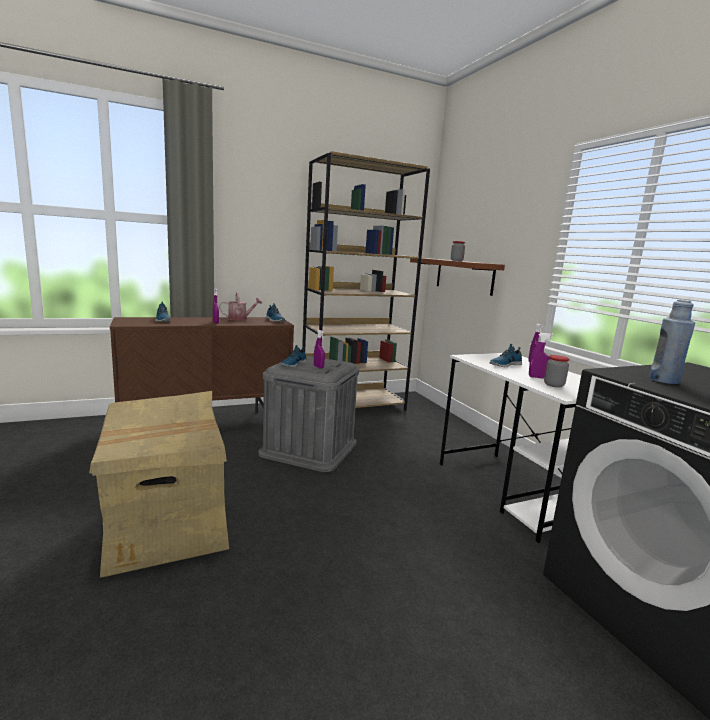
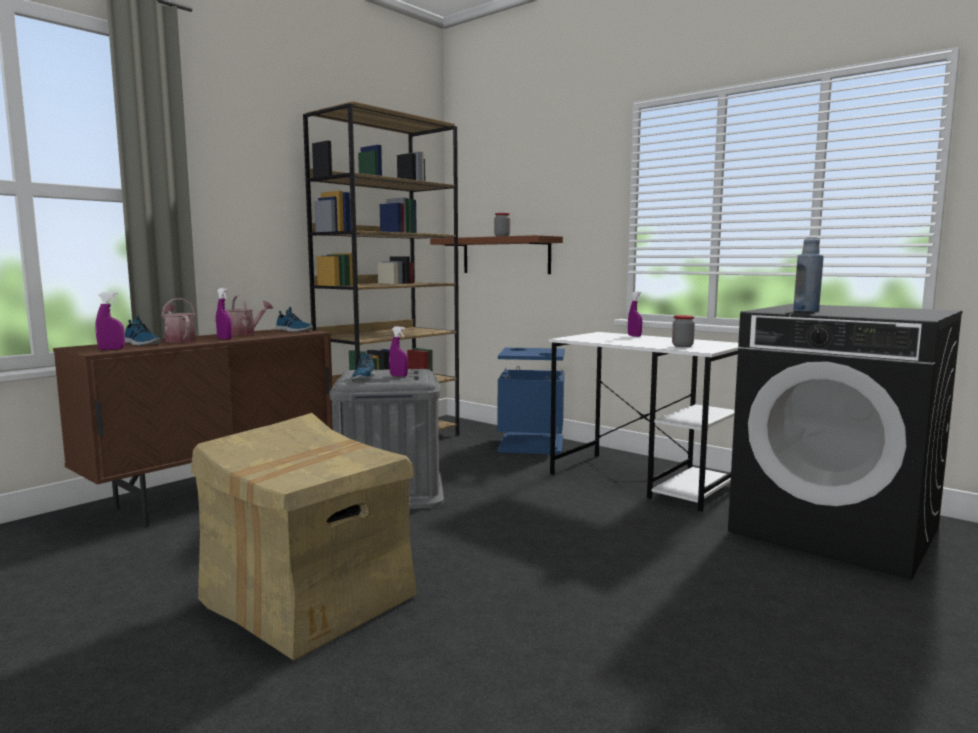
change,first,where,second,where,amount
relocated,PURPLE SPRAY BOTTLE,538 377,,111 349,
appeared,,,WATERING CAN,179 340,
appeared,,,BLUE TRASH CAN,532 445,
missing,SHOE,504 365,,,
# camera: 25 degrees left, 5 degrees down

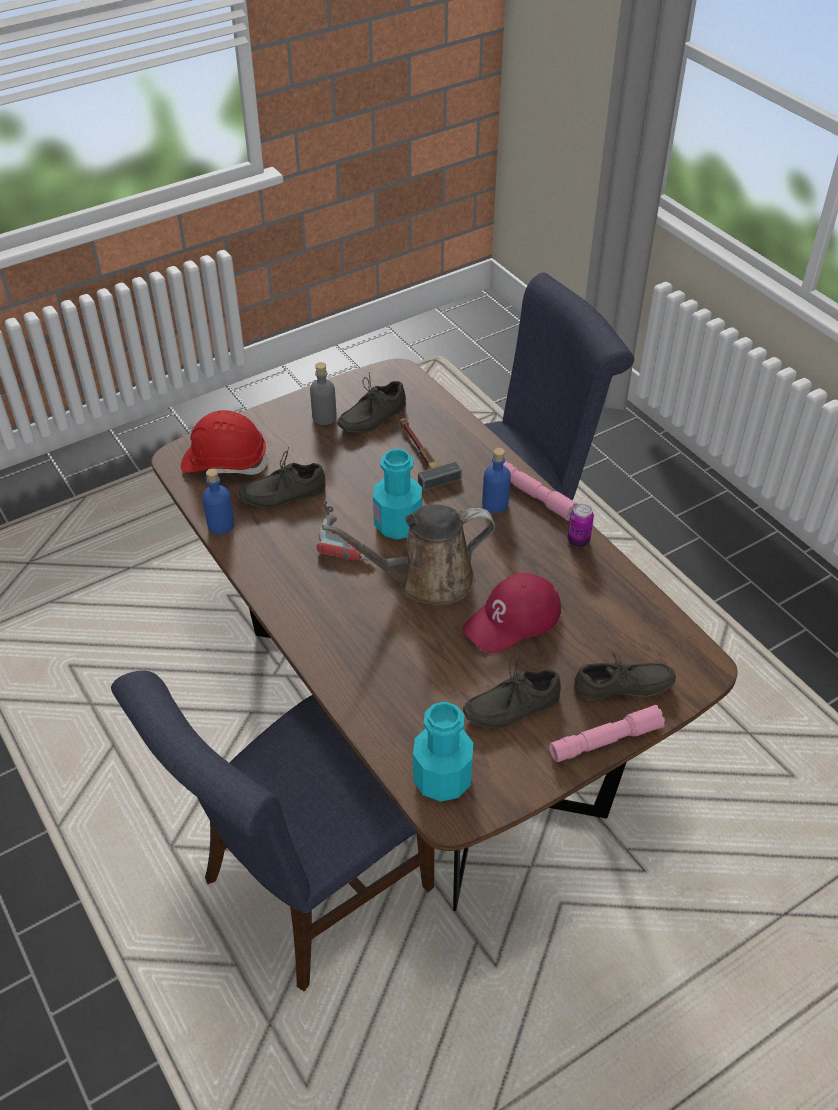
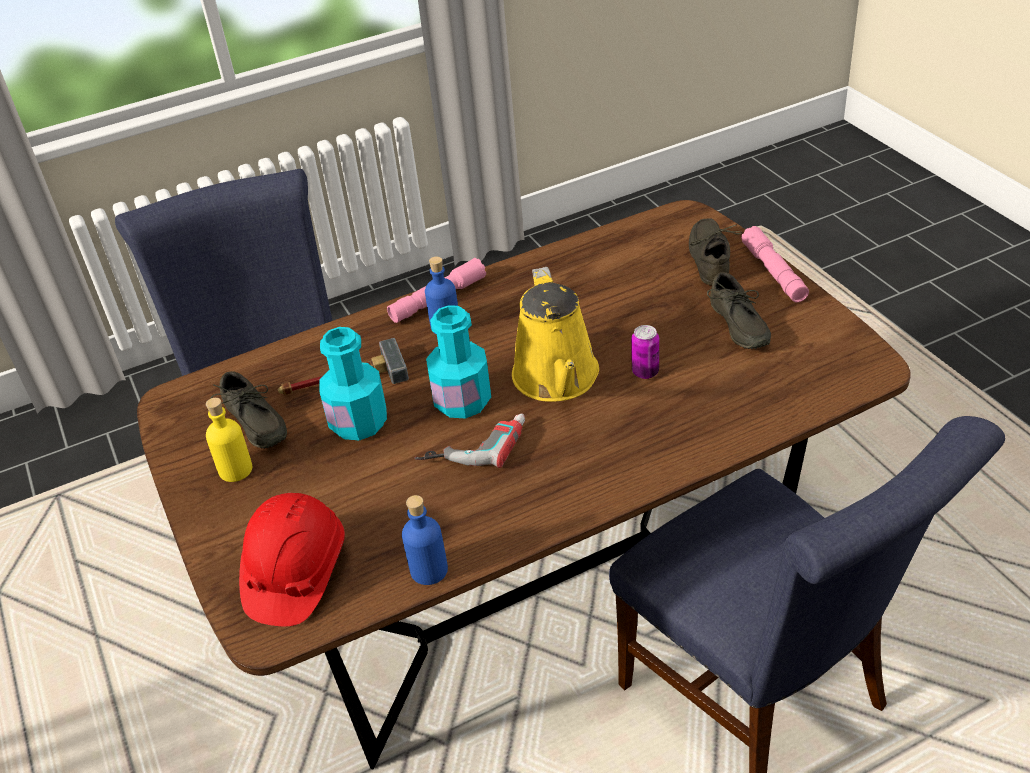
change,first,where,second,where,amount
colour,GREY BOTTLE,324 417,YELLOW BOTTLE,236 470,
relocated,TURQUOISE BOTTLE,442 779,,359 422,
colour,BROWN WATERING CAN,426 580,YELLOW WATERING CAN,557 379,
relocated,CAN,578 541,,645 372,
missing,GREY SHOE,282 493,,,
missing,RED CAP,512 619,,,
# camera: 80 degrees left, 5 degrees down

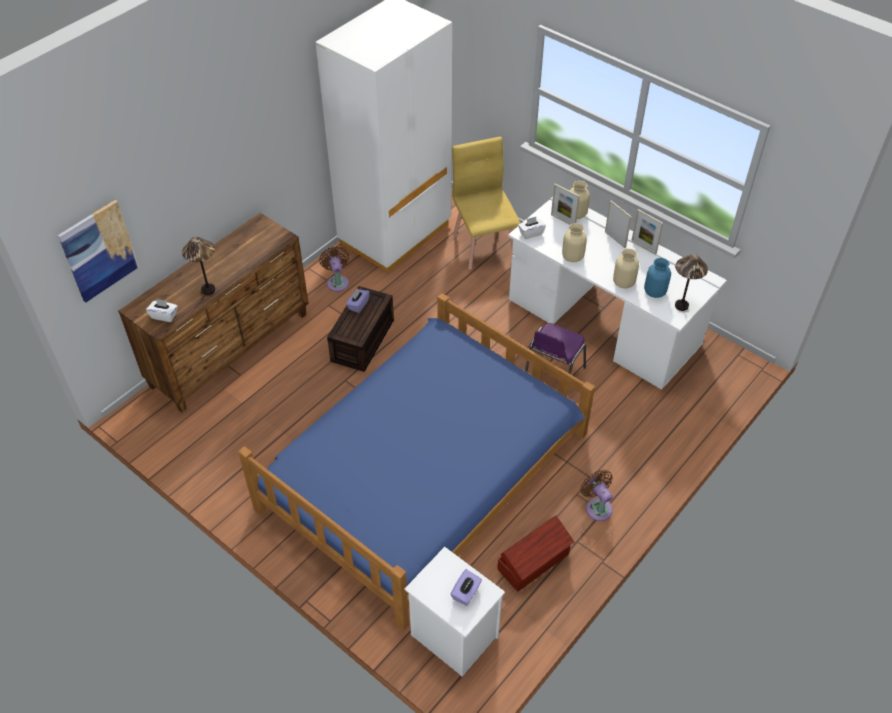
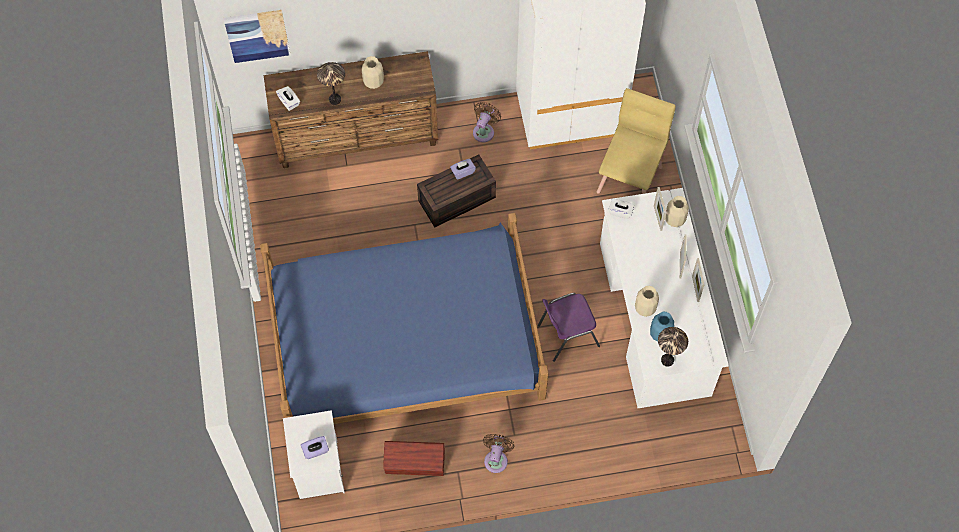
change,first,where,second,where,amount
relocated,BEIGE VASE,572 256,,373 81,
# camera: 40 degrees right, 15 degrees up

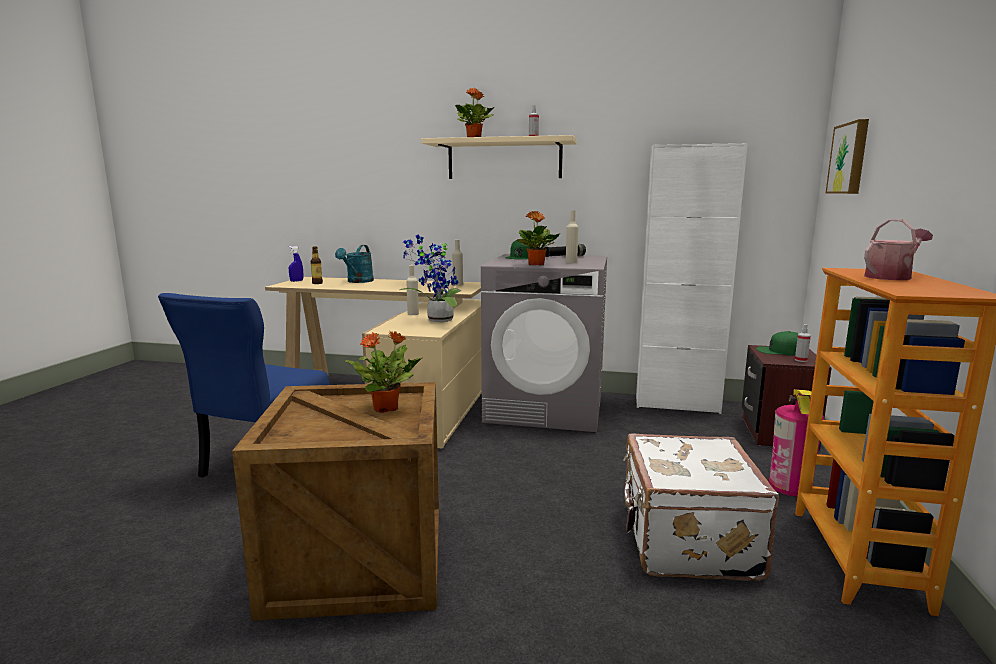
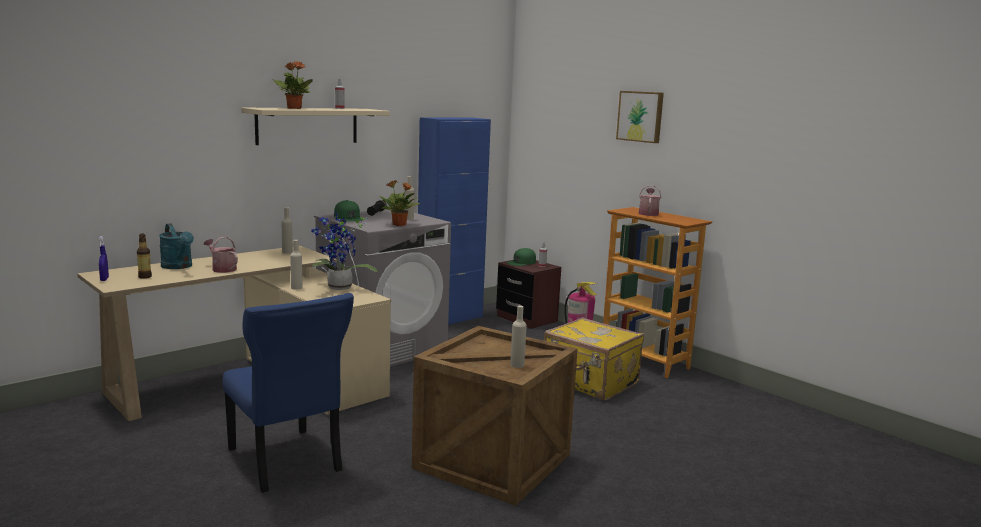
change,first,where,second,where,amount
appeared,,,WATERING CAN,222 269,
colour,WHITE CABINET,676 404,BLUE CABINET,449 319,
appeared,,,BEIGE BOTTLE,517 365,
colour,WHITE SUITCASE,685 541,YELLOW SUITCASE,590 383,
relocated,PICTURE,850 158,,641 116,
missing,POTTED PLANT,387 408,,,
# camera: 55 degrees left, 0 degrees up

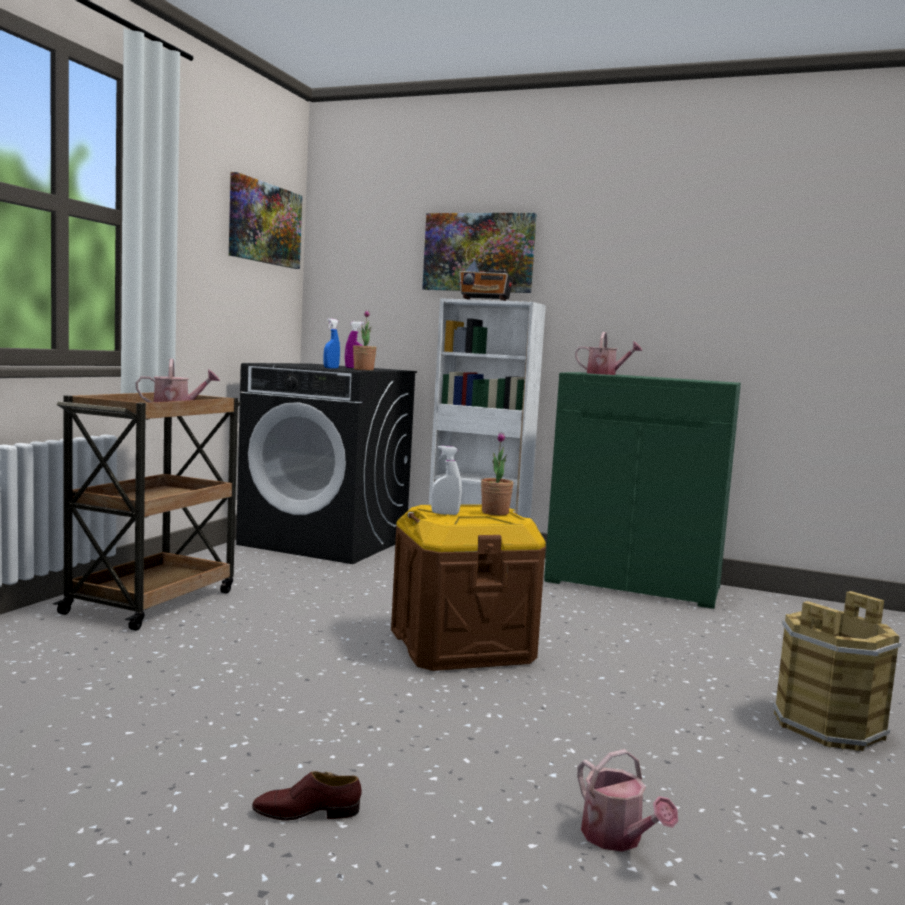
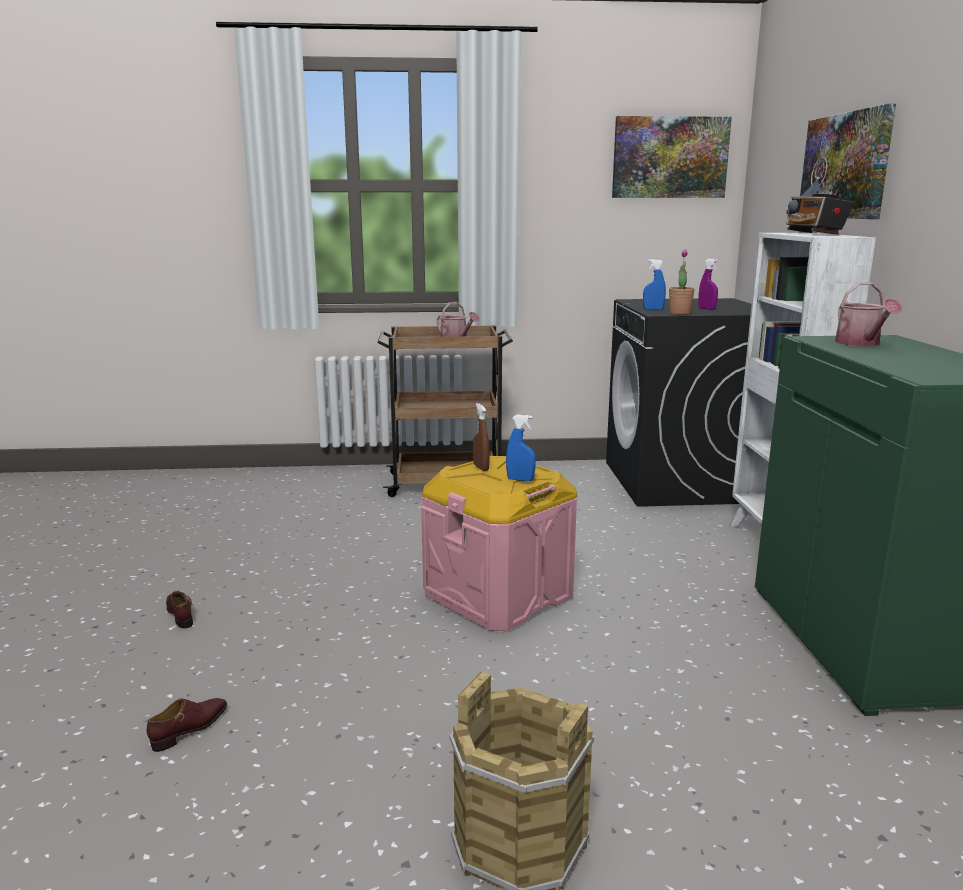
change,first,where,second,where,amount
exchanged,WATERING CAN,617 839,BROWN SHOE,190 729,
colour,BROWN STORAGE BOX,461 646,PINK STORAGE BOX,498 594,
colour,WHITE SPRAY BOTTLE,445 513,BROWN SPRAY BOTTLE,481 467,
exchanged,POTTED PLANT,495 512,BLUE SPRAY BOTTLE,520 479,
# camera: 65 degrees right, 10 degrees up

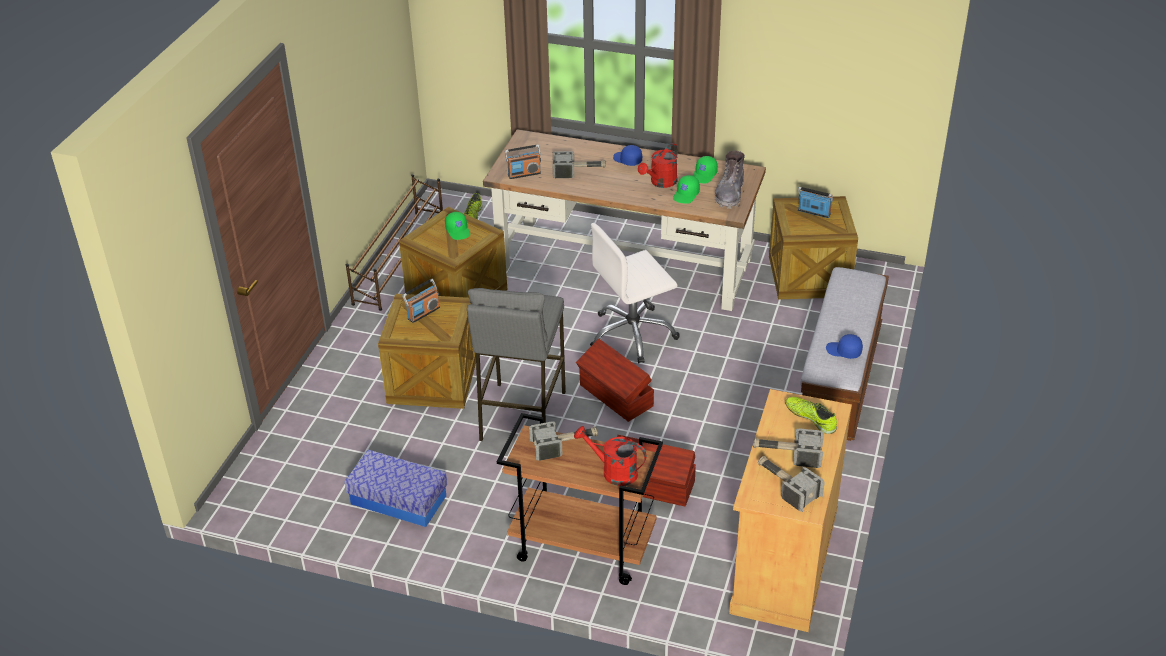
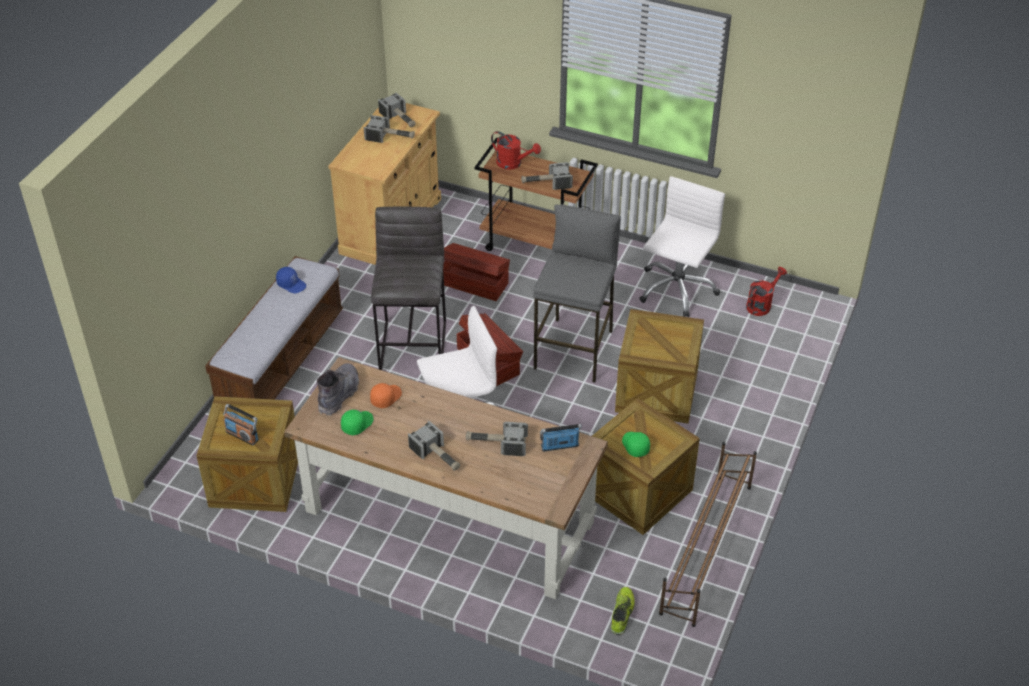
change,first,where,second,where,amount
colour,GREEN CAP,686 195,ORANGE CAP,385 397,
appeared,,,GREY STOOL,414 347,
exchanged,BLUE CAP,627 160,HAMMER,437 456,
exchanged,STORAGE BOX,398 500,WHITE OFFICE CHAIR,676 289,
relocated,RED WATERING CAN,660 183,,761 304,
missing,RADIO,423 313,,,
missing,SHOE,810 418,,,
# camera: 175 degrees left, 5 degrees up

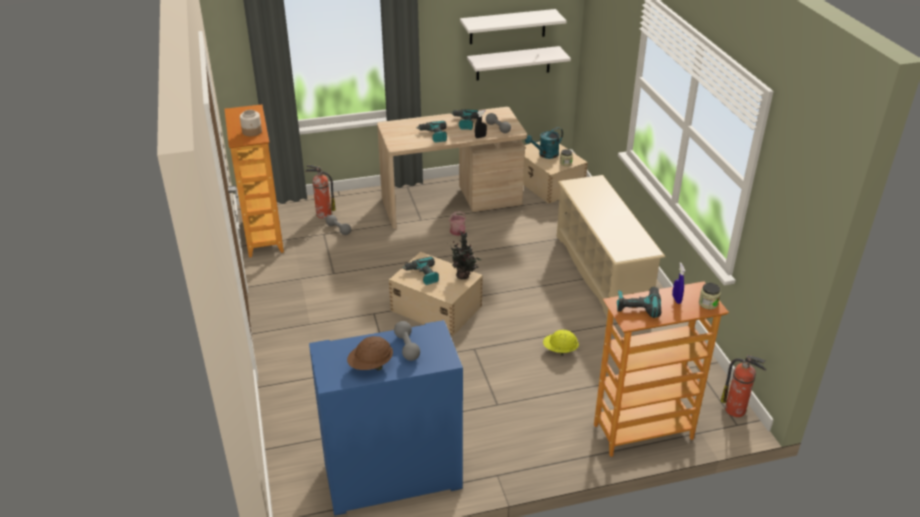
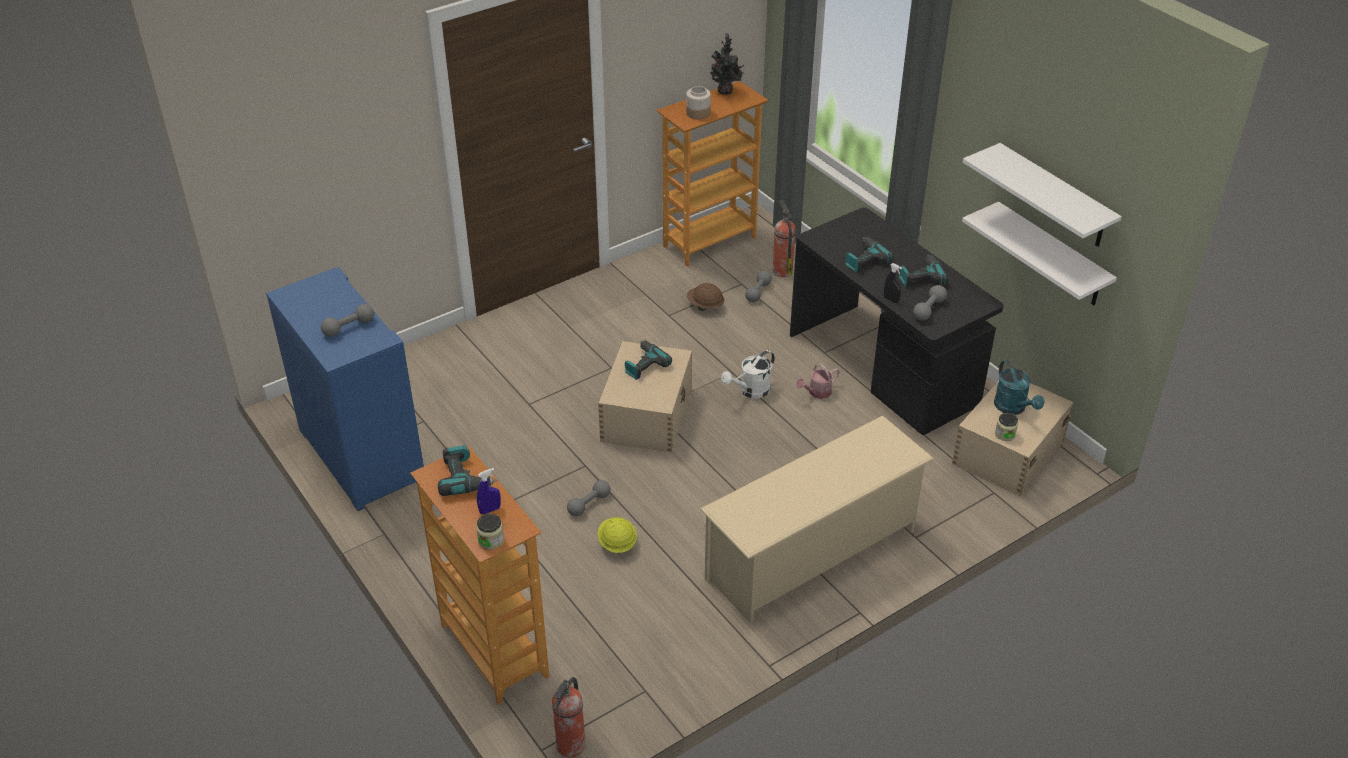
change,first,where,second,where,amount
appeared,,,GREY DUMBBELL,589 504,
relocated,BROWN HARD HAT,371 365,,705 306,
relocated,POTTED PLANT,464 276,,725 92,
appeared,,,WHITE WATERING CAN,750 391,
colour,BEIGE DESK,451 203,BLACK DESK,884 369,
spun,TURQUOISE WATERING CAN,545 155,,1013 408,150 degrees counterclockwise
# camera: 70 degrees right, 5 degrees up

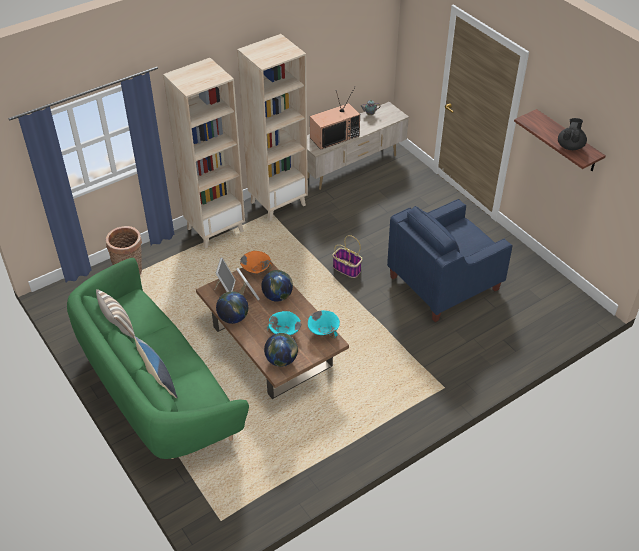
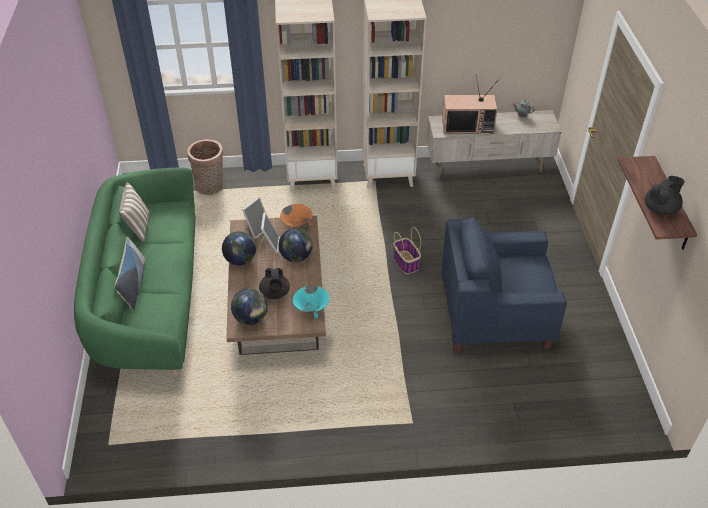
change,first,where,second,where,amount
exchanged,TURQUOISE BOWL,284 332,BLACK TEAPOT,275 293,
# camera: 30 degrees right, 0 degrees up

